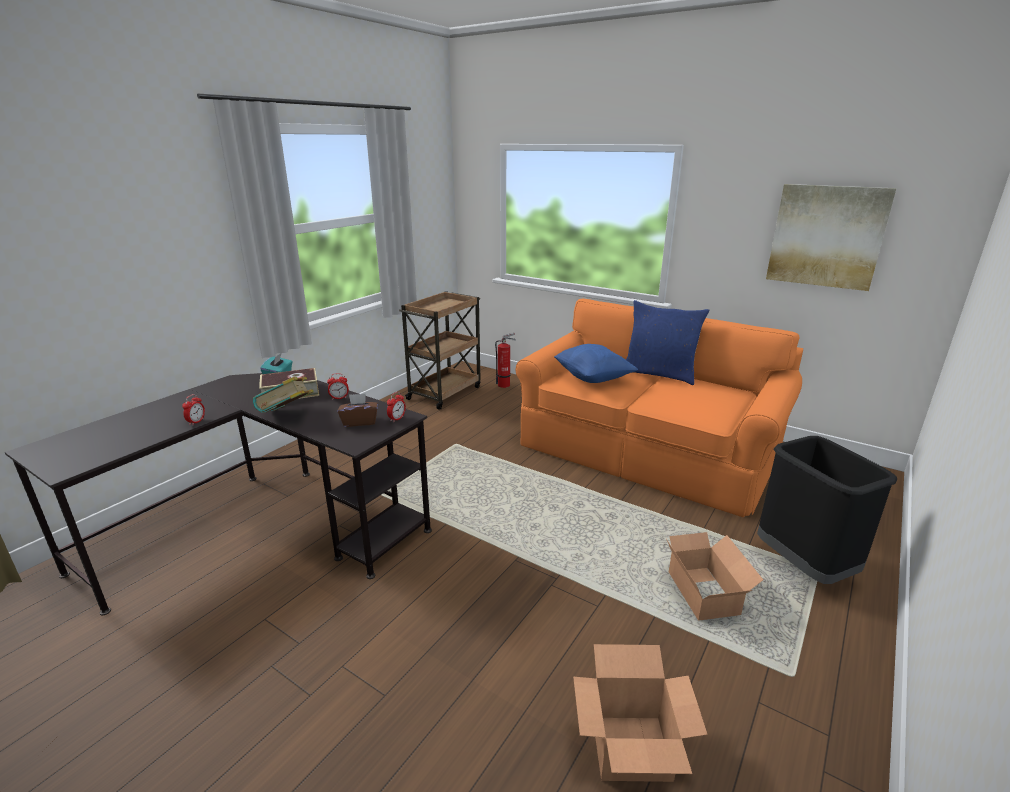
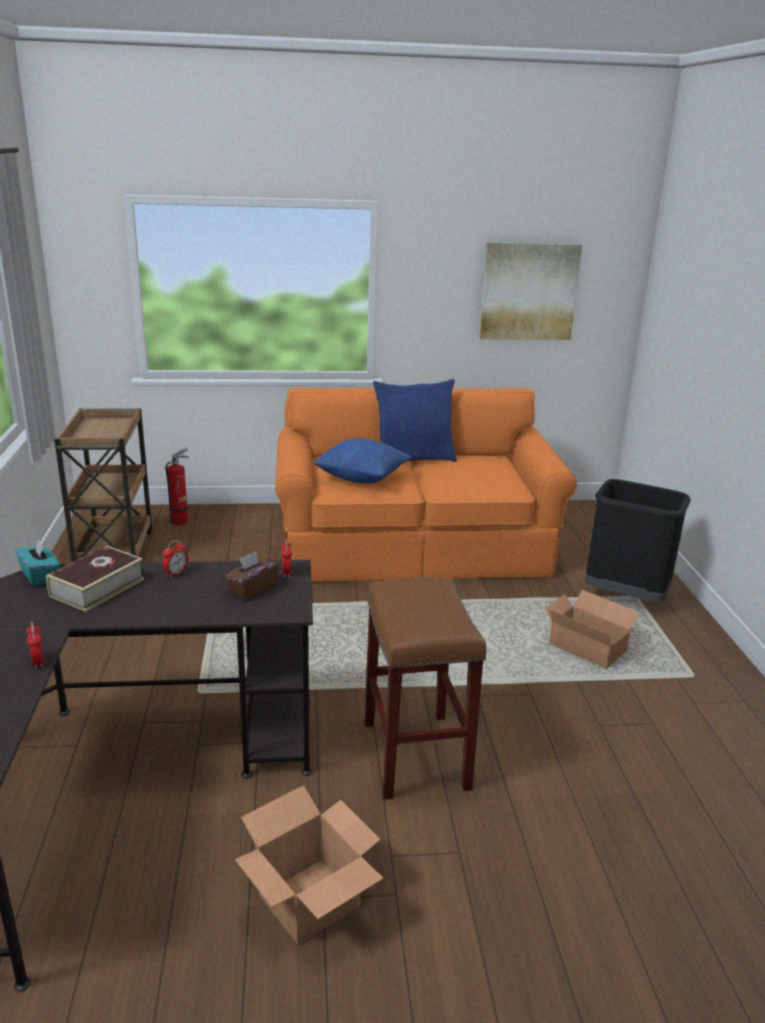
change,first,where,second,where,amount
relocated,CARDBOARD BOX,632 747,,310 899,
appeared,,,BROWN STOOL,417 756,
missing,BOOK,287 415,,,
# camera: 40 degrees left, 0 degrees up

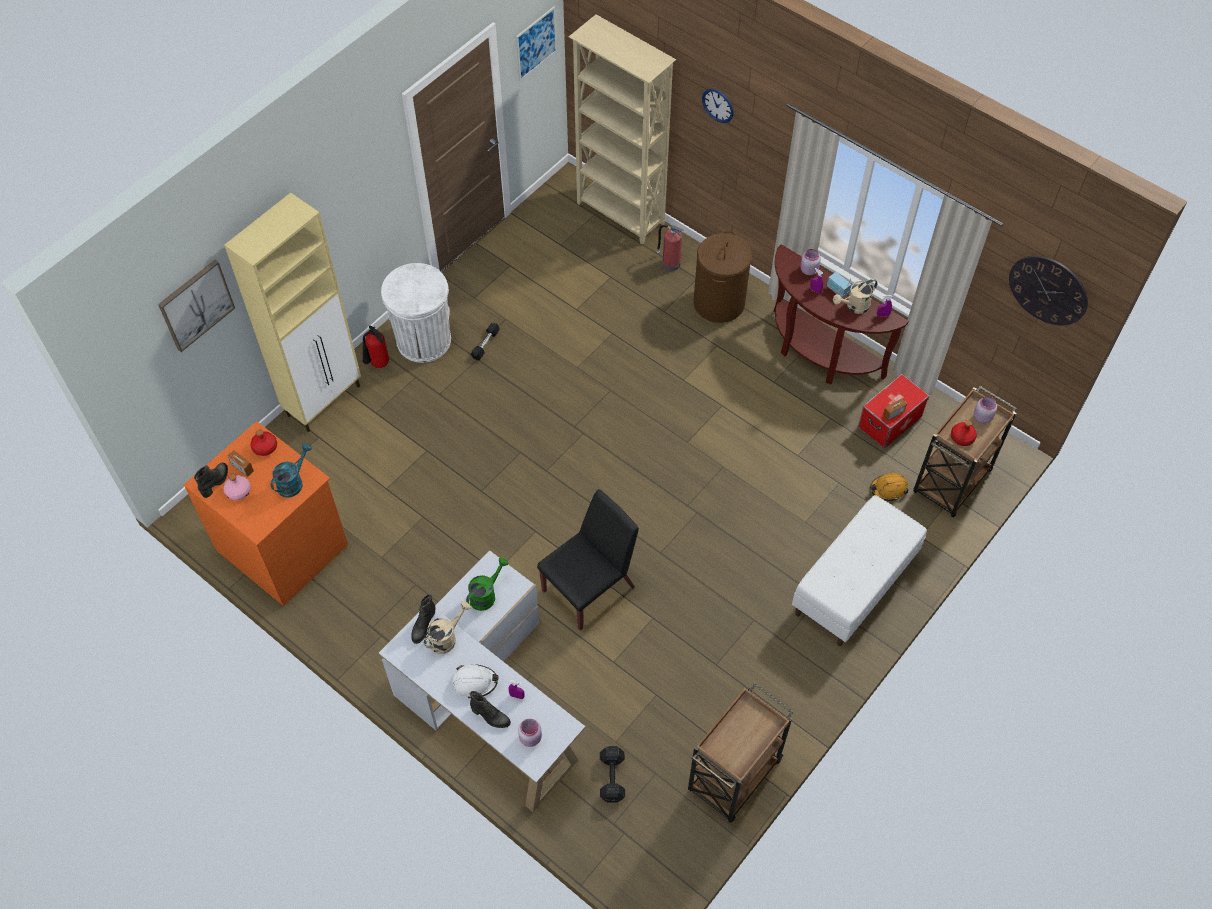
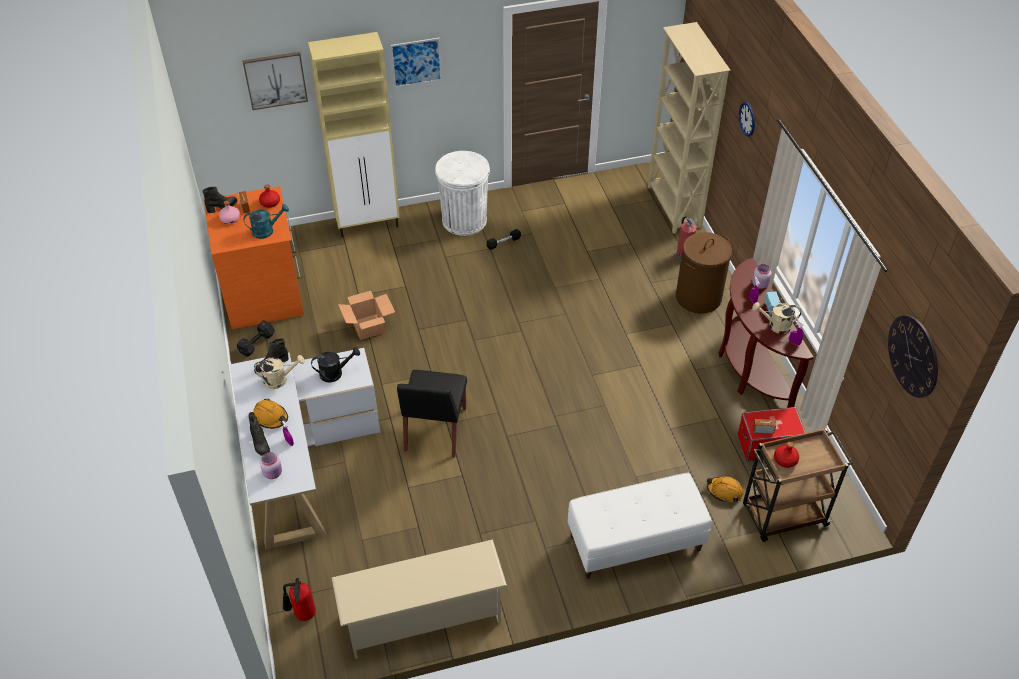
change,first,where,second,where,amount
relocated,BLACK DUMBBELL,612 776,,258 343,
colour,WHITE HARD HAT,475 682,ORANGE HARD HAT,271 417,
relocated,FIRE EXTINGUISHER,378 364,,302 615,
colour,GREEN WATERING CAN,486 594,BLACK WATERING CAN,335 373,
exchanged,BROWN CART,733 777,BEIGE SHOE RACK,422 618,
appeared,,,CARDBOARD BOX,368 327,
relocated,PICTURE,536 43,,416 62,
spun,BLACK CHAIR,589 588,,435 430,105 degrees clockwise
missing,PINK JAR,981 417,,,
# camera: 35 degrees right, 10 degrees down

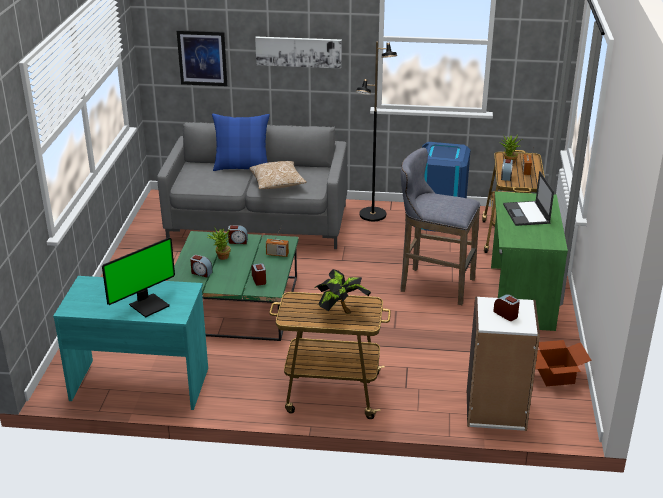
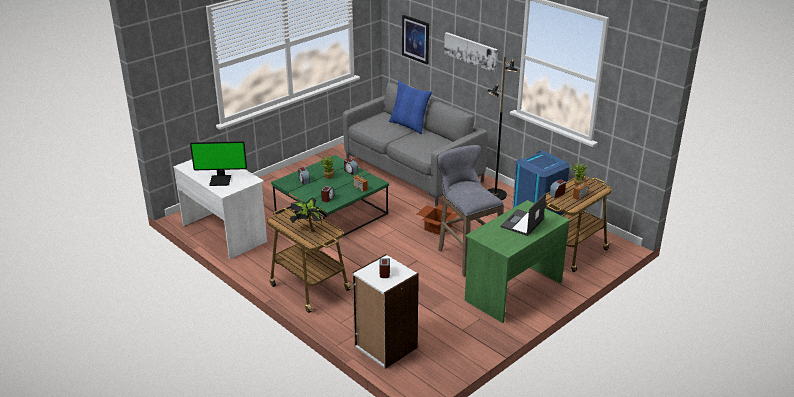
change,first,where,second,where,amount
colour,TURQUOISE DESK,140 383,WHITE DESK,225 232,
relocated,CARDBOARD BOX,554 375,,437 227,
missing,PILLOW,277 184,,,
# camera: 40 degrees right, 0 degrees up

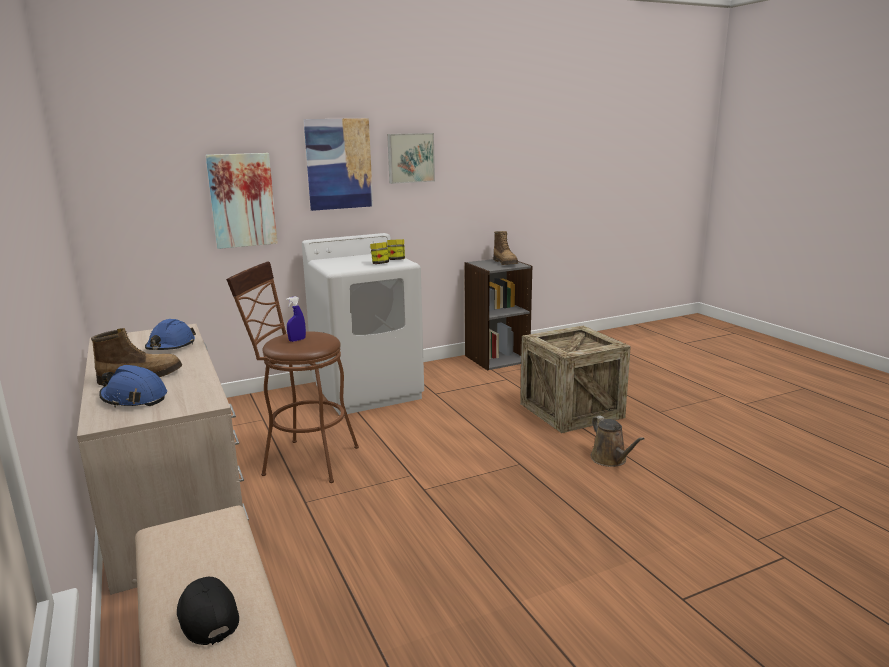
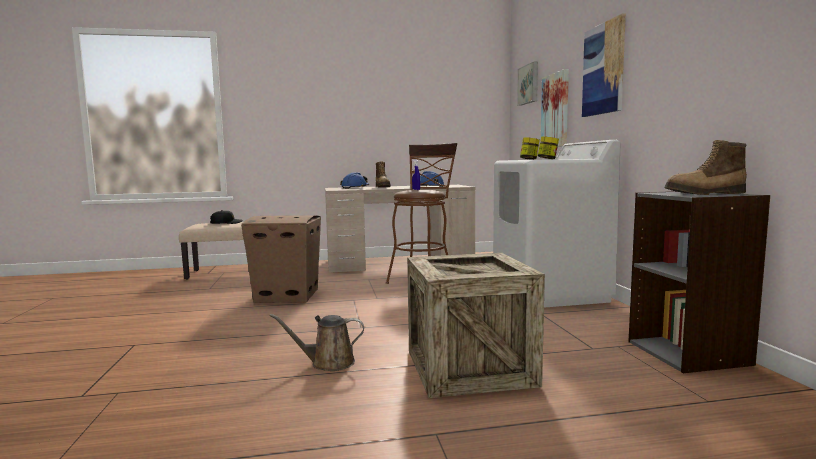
change,first,where,second,where,amount
appeared,,,CARDBOARD BOX,288 295,
relocated,PICTURE,410 158,,529 84,
# camera: 105 degrees right, 10 degrees down

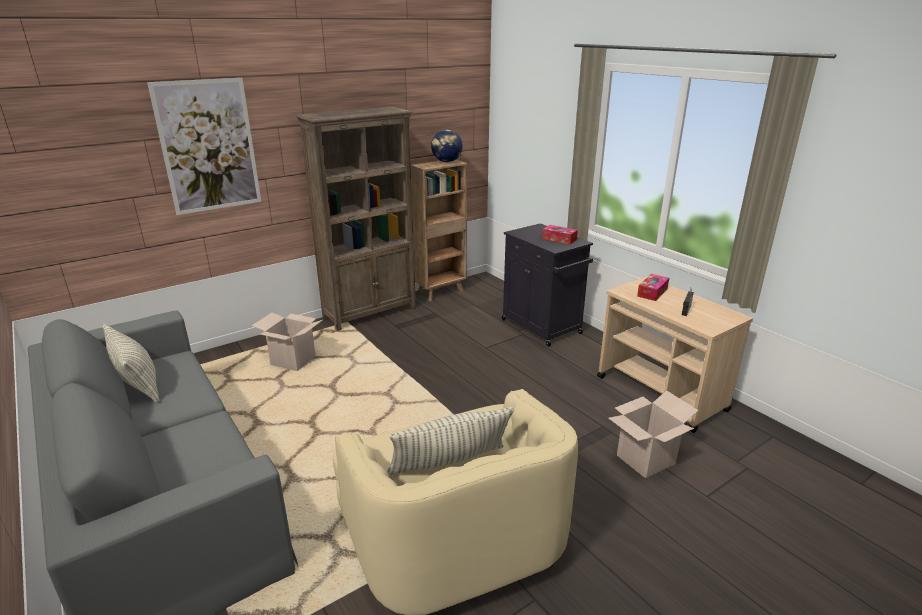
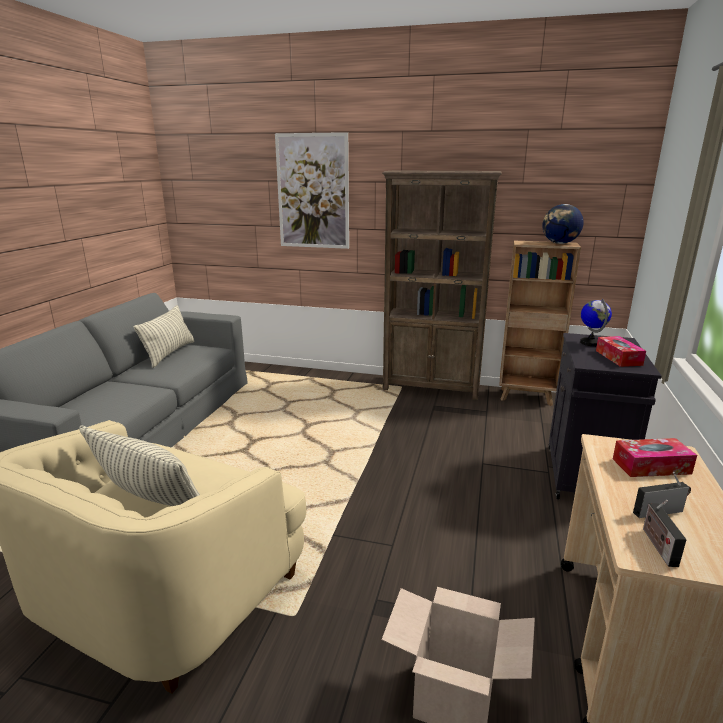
change,first,where,second,where,amount
appeared,,,GLOBE,590 343,
appeared,,,RADIO,657 545,
missing,CARDBOARD BOX,293 361,,,
# camera: 50 degrees right, 5 degrees down

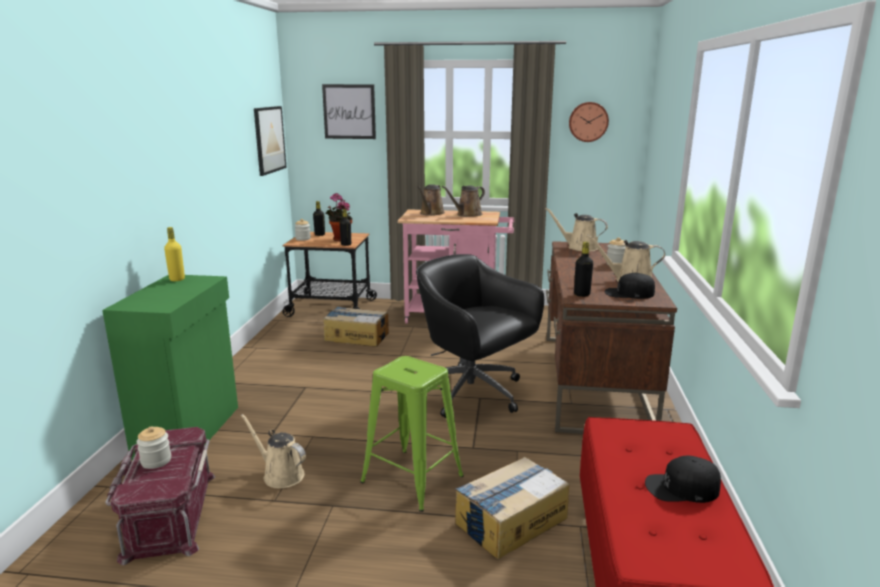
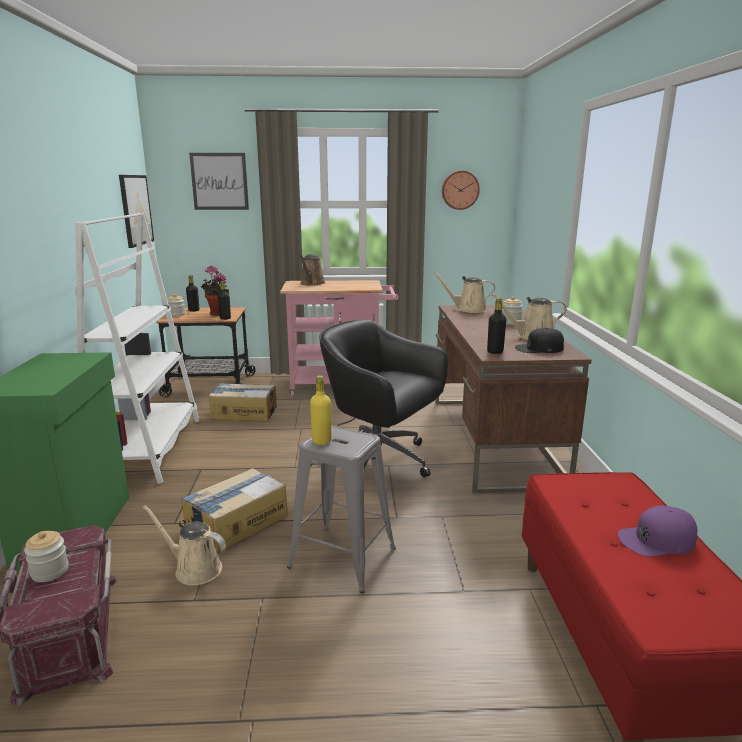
change,first,where,second,where,amount
appeared,,,WHITE BOOKCASE,147 450,
relocated,CARDBOARD BOX,510 520,,236 523,
colour,GREEN STOOL,411 478,GREY STOOL,341 557,
relocated,YELLOW BOTTLE,177 279,,321 441,
colour,BLACK CAP,682 487,PURPLE CAP,657 540,
missing,BROWN WATERING CAN,467 215,,,
# camera: 10 degrees left, 0 degrees up

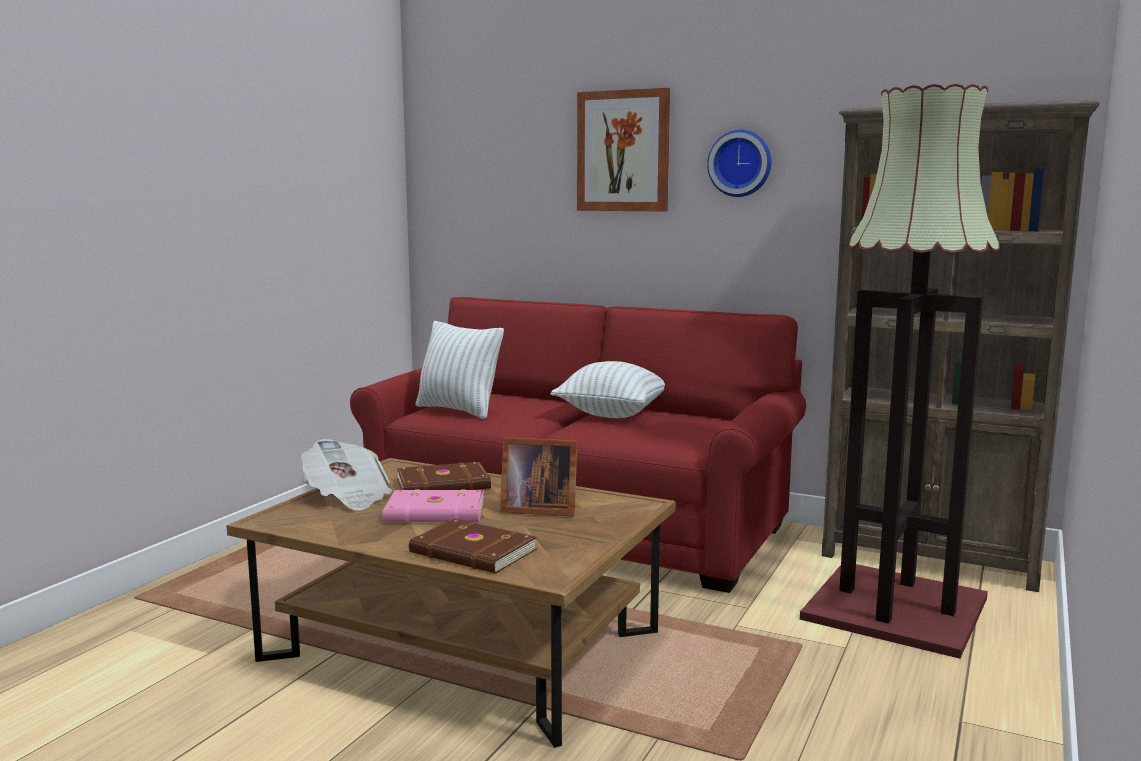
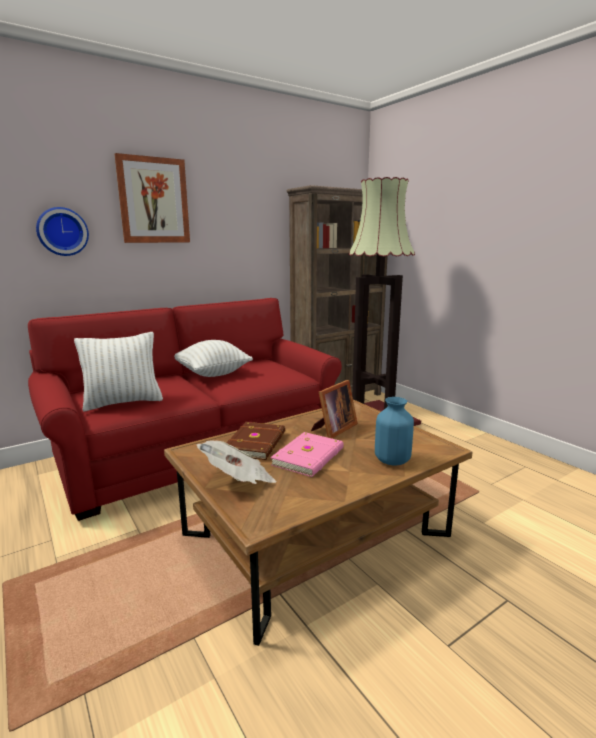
change,first,where,second,where,amount
relocated,WALL CLOCK,740 163,,62 231,
exchanged,BROWN BOOK,472 552,BLUE VASE,393 460,
# camera: 60 degrees left, 5 degrees up

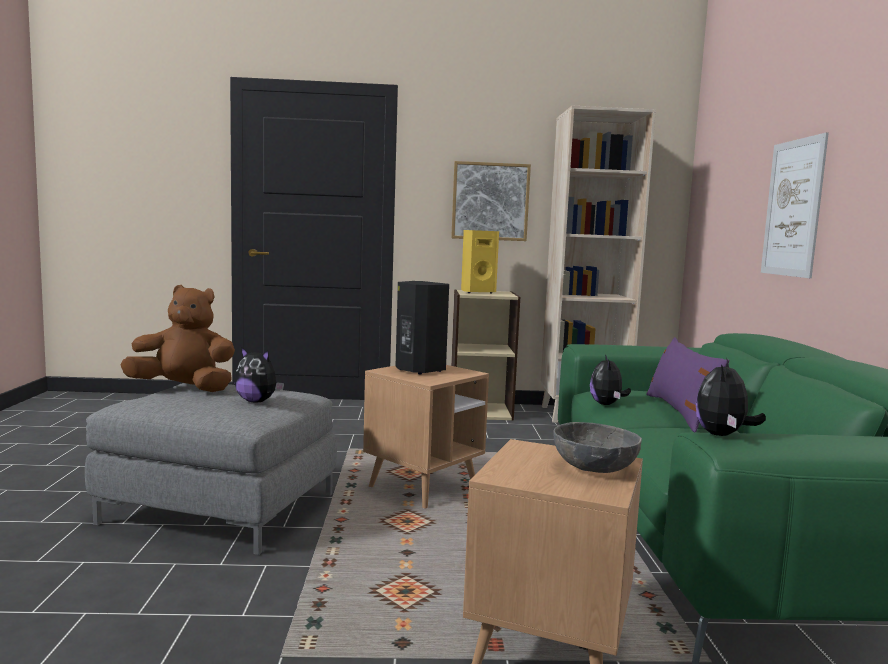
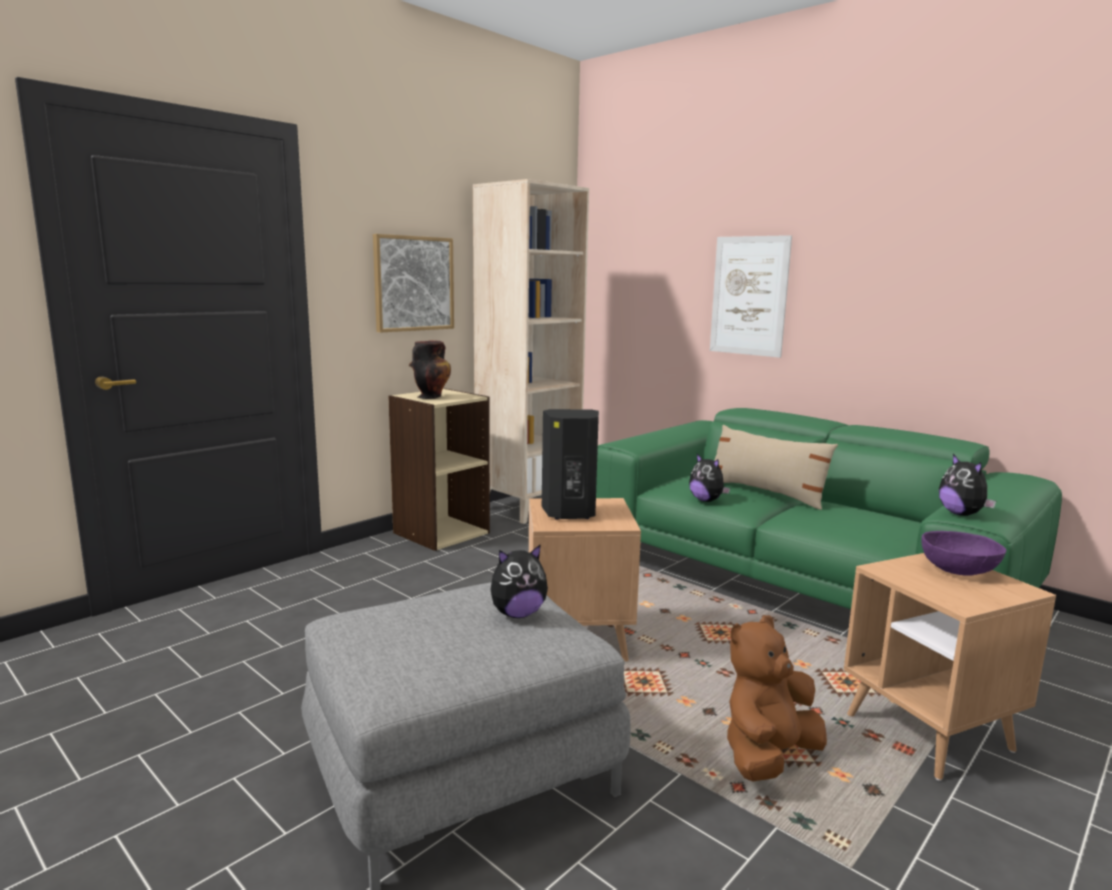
change,first,where,second,where,amount
exchanged,YELLOW SPEAKER,477 292,VASE,430 396,
colour,PURPLE PILLOW,680 412,BEIGE PILLOW,765 493,
relocated,BROWN PLUSH TOY,184 389,,768 756,
colour,GREY BOWL,594 468,PURPLE BOWL,958 570,
# camera: 45 degrees left, 5 degrees up

